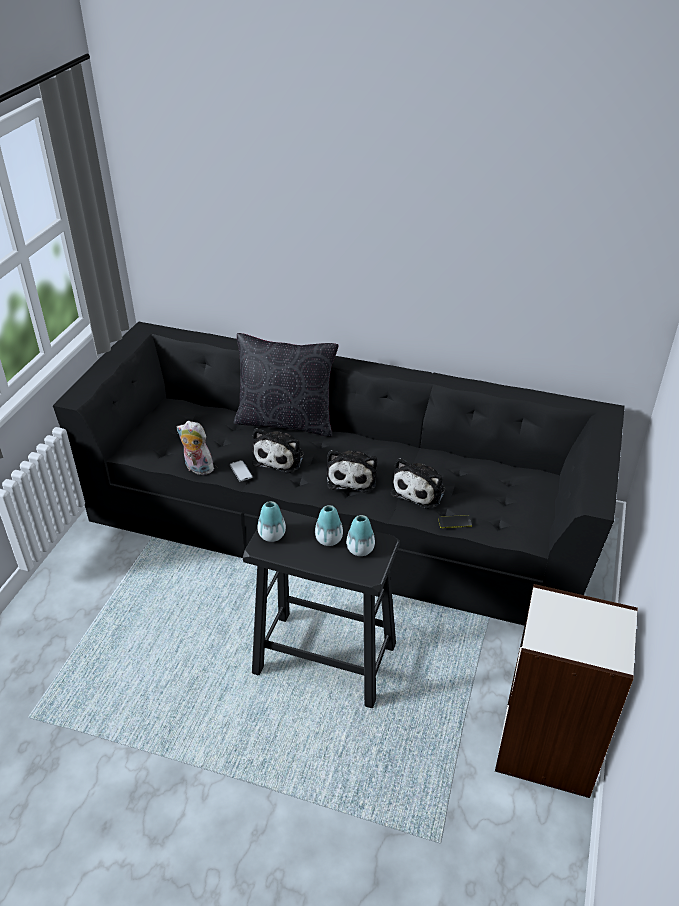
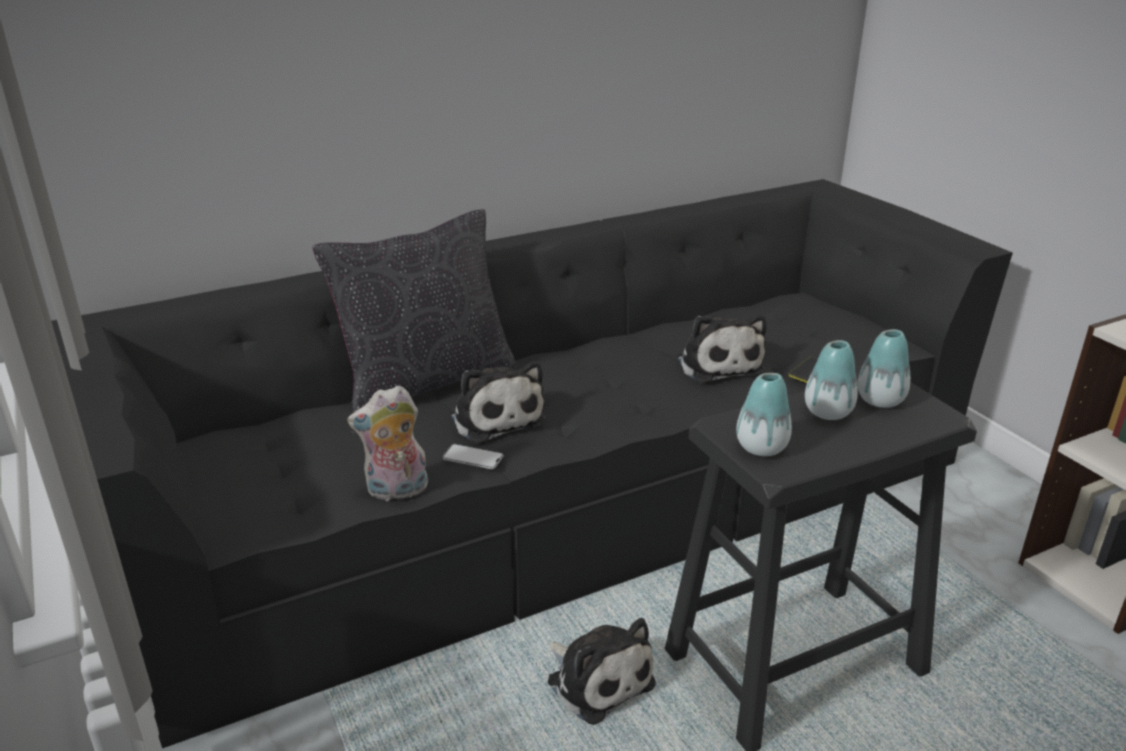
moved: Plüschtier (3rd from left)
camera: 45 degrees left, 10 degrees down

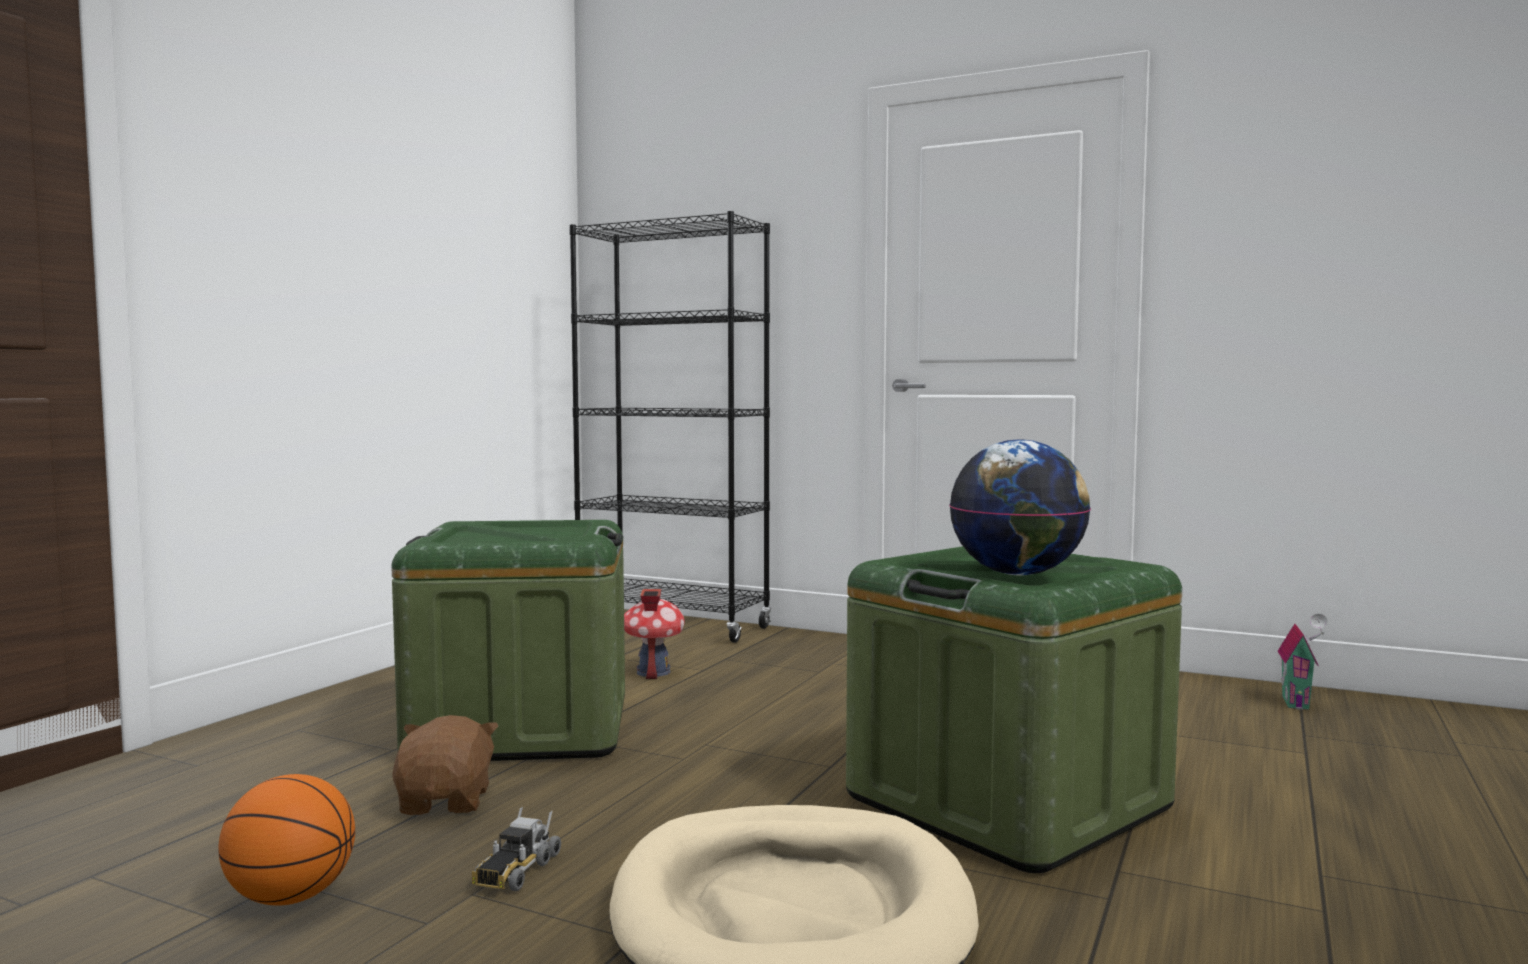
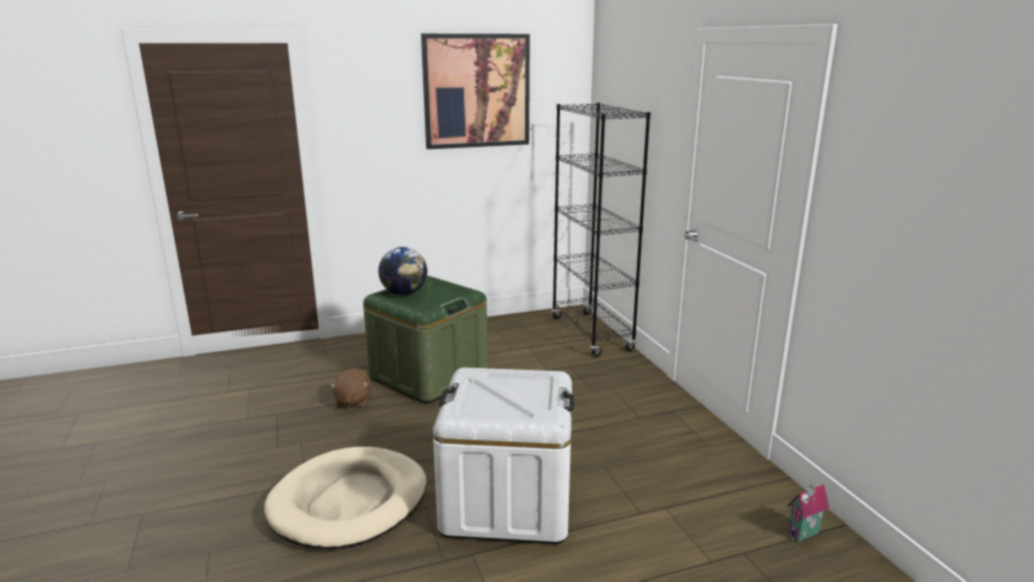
removed: Basketball; Spielzeuglaster; Spielzeughaus (1st from left)
added: Bild
moved: Globus
recoloured: Aufbewahrungsbox (grün) (2nd from left) to Aufbewahrungsbox (weiß)
turned: Plüschtier (braun) 135 degrees clockwise
camera: 45 degrees right, 15 degrees up

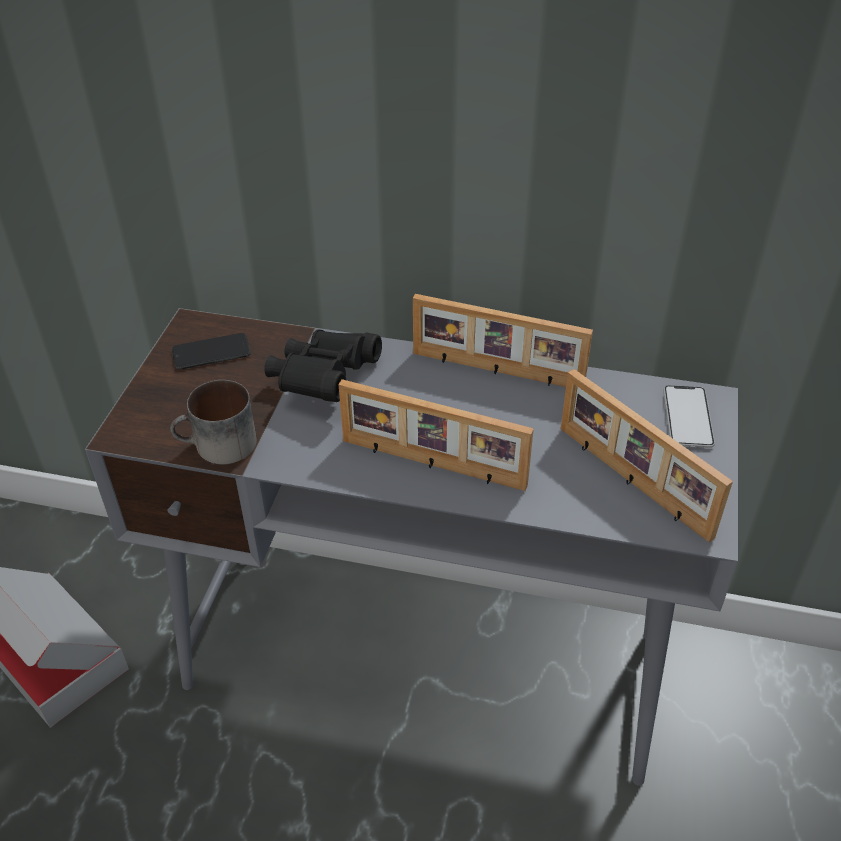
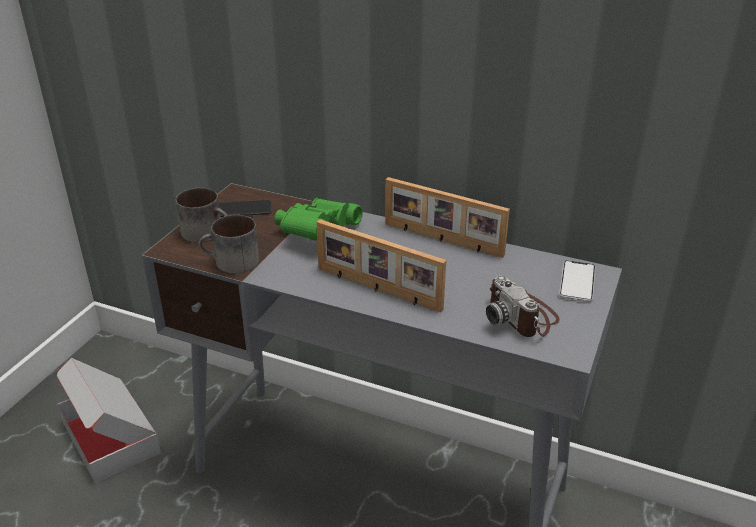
added: Henkelbecher (1st from left)
replaced: Bilderrahmen (3rd from left) to Kamera
recoloured: Fernglas (schwarz) to Fernglas (grün)
camera: 10 degrees right, 10 degrees down

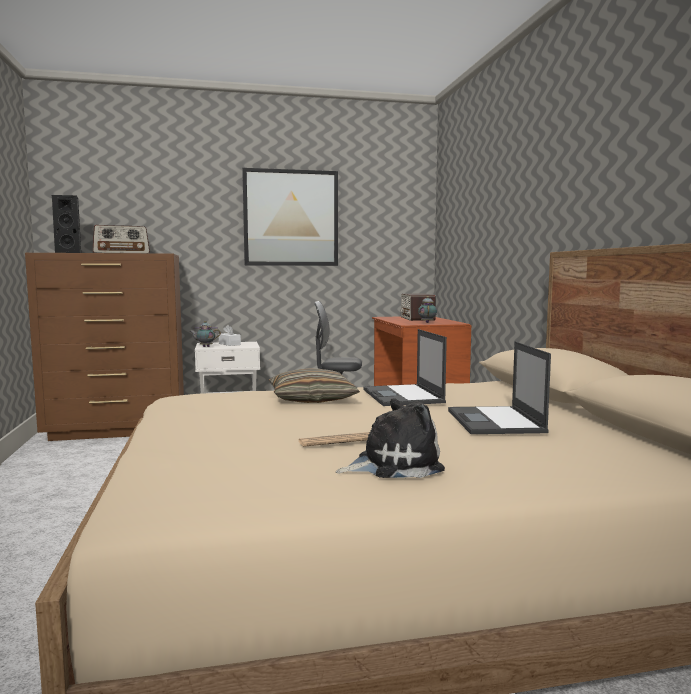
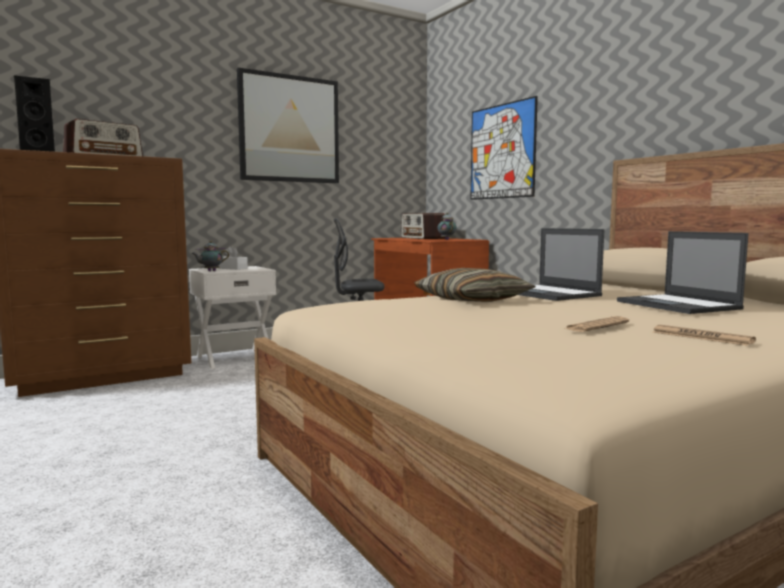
added: Bild (2nd from left)
replaced: Plüschtier to Zeitung (2nd from left)
camera: 20 degrees left, 0 degrees up

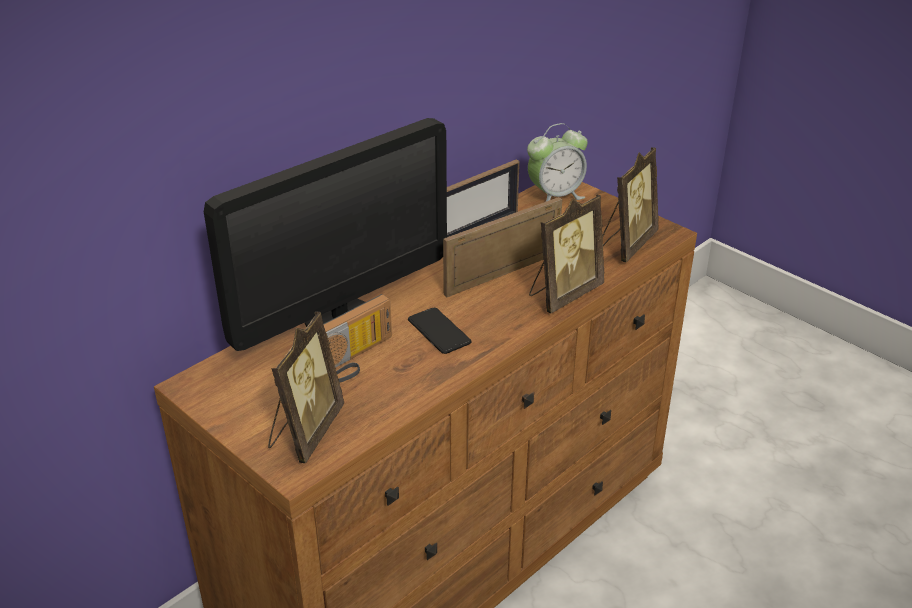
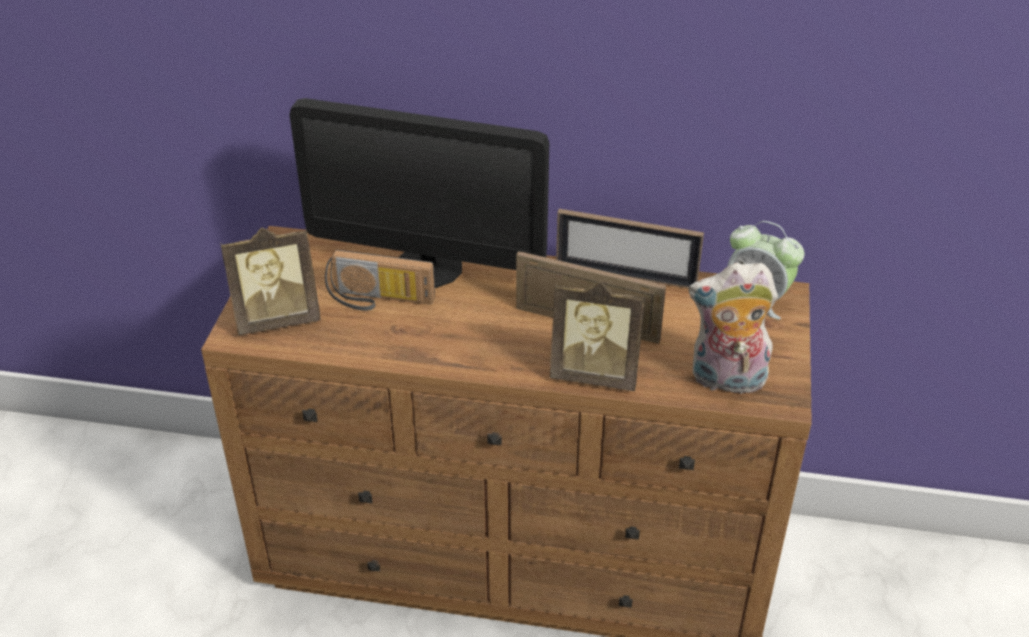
removed: Handy
replaced: Bilderrahmen (5th from left) to Plüschtier
camera: 55 degrees right, 5 degrees up

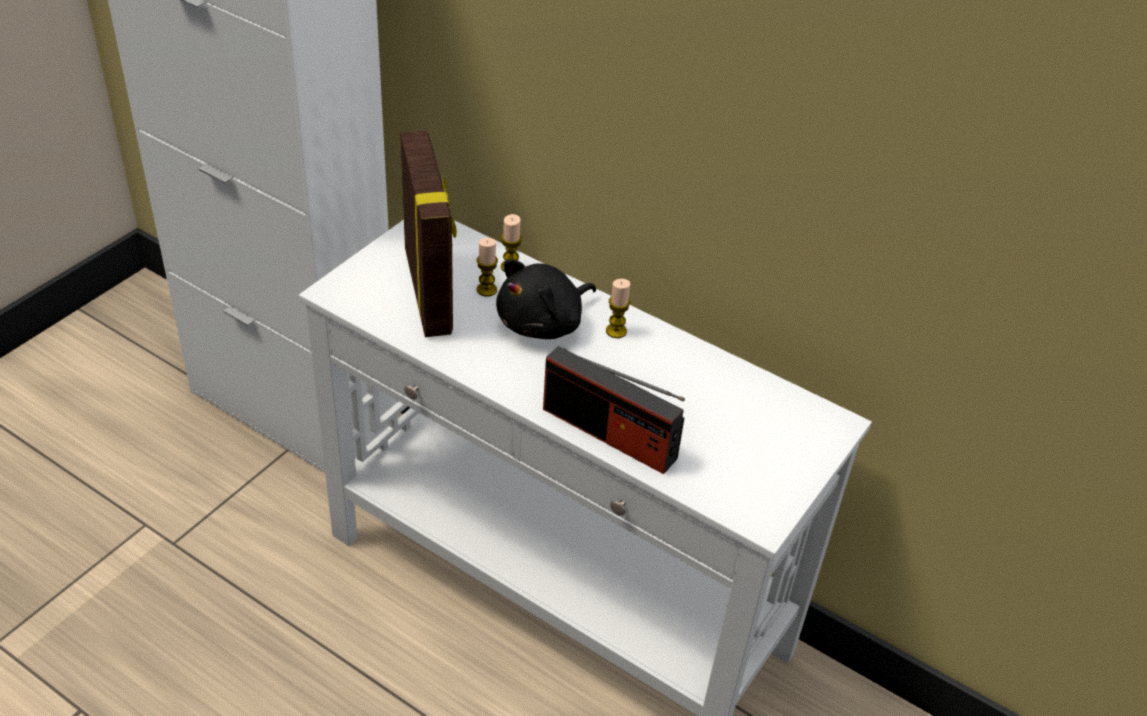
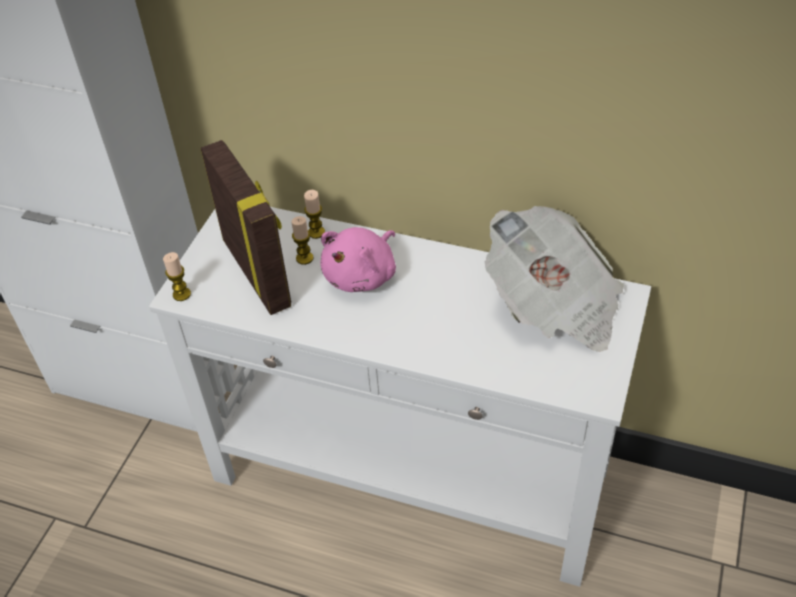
removed: Radio
added: Zeitung
moved: Kerze (3rd from left in the first image) to Kerze (1st from left)
recoloured: Plüschtier (schwarz) to Plüschtier (rosa)
camera: 10 degrees left, 5 degrees up

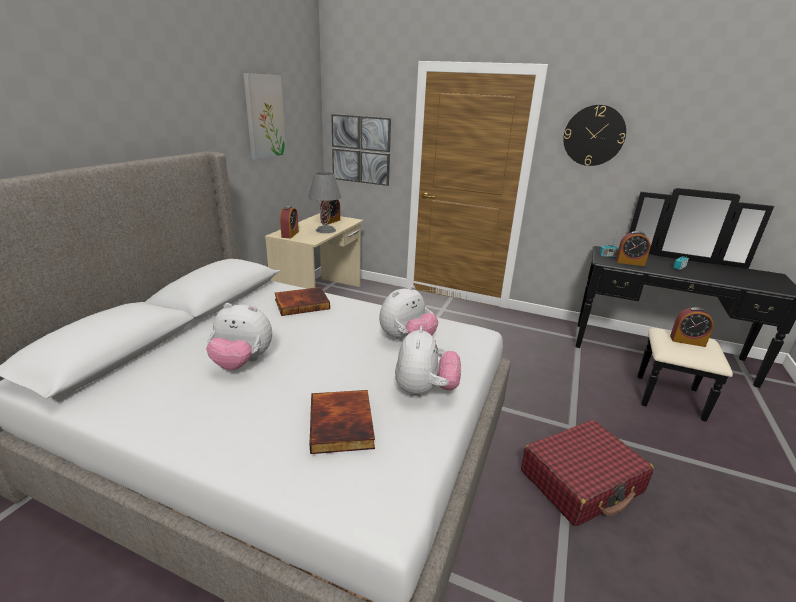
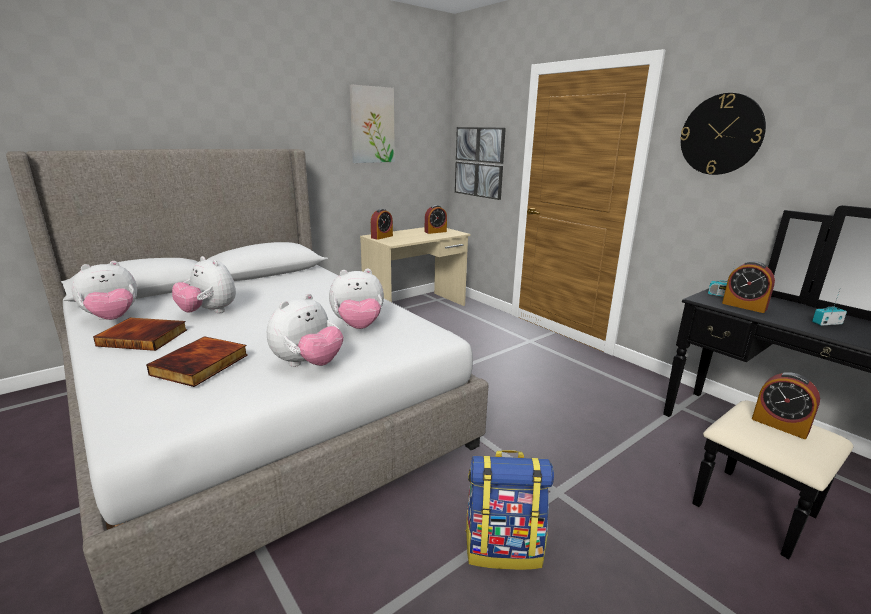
removed: Tischlampe (grau)
added: Plüschtier (1st from left)
moved: Buch (1st from left)
replaced: Koffer (rot) to Rucksack
camera: 30 degrees right, 5 degrees down

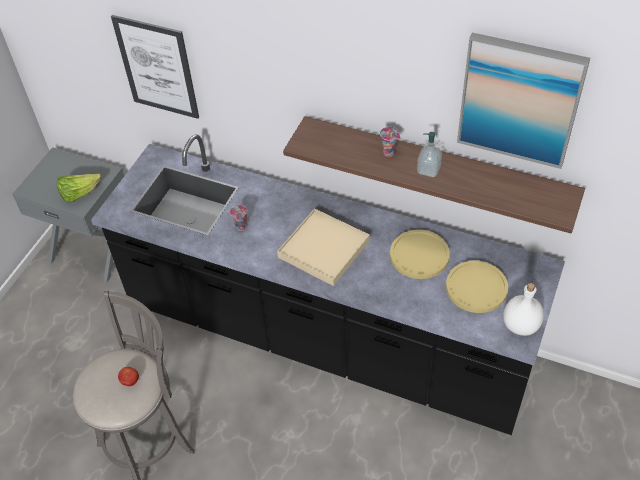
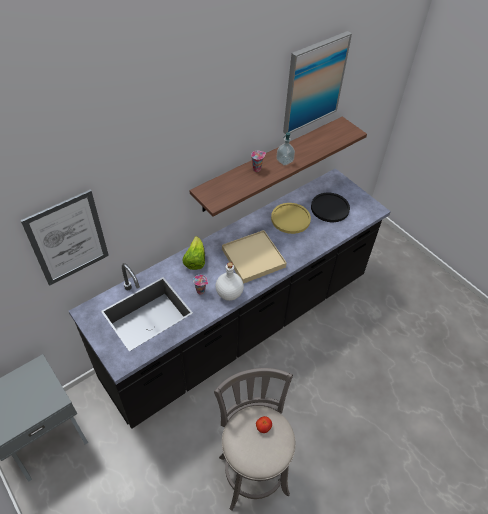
moved: Salatkopf; Flasche (weiß)
recoloured: Teller (gelb) (2nd from left) to Teller (schwarz)
camera: 65 degrees left, 0 degrees up

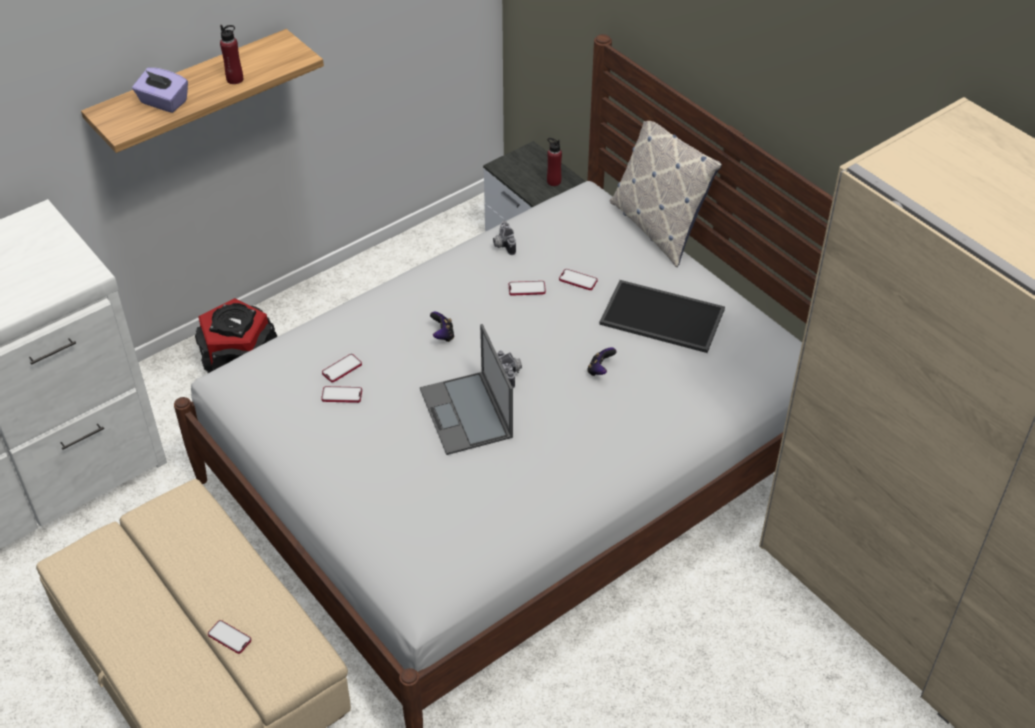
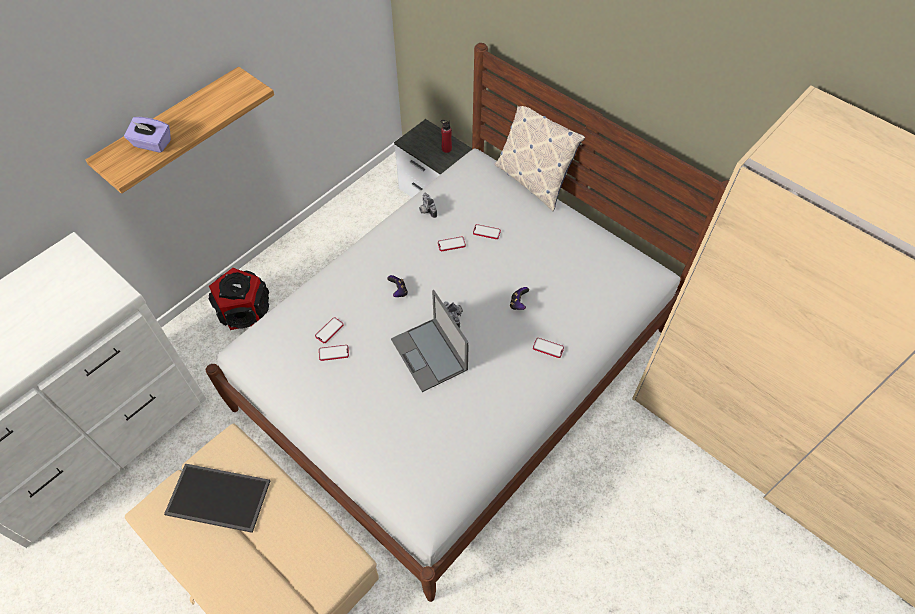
removed: Flasche (rot) (1st from left)
moved: Tablett; Handy (1st from left in the first image) to Handy (5th from left)
camera: 10 degrees left, 10 degrees up

